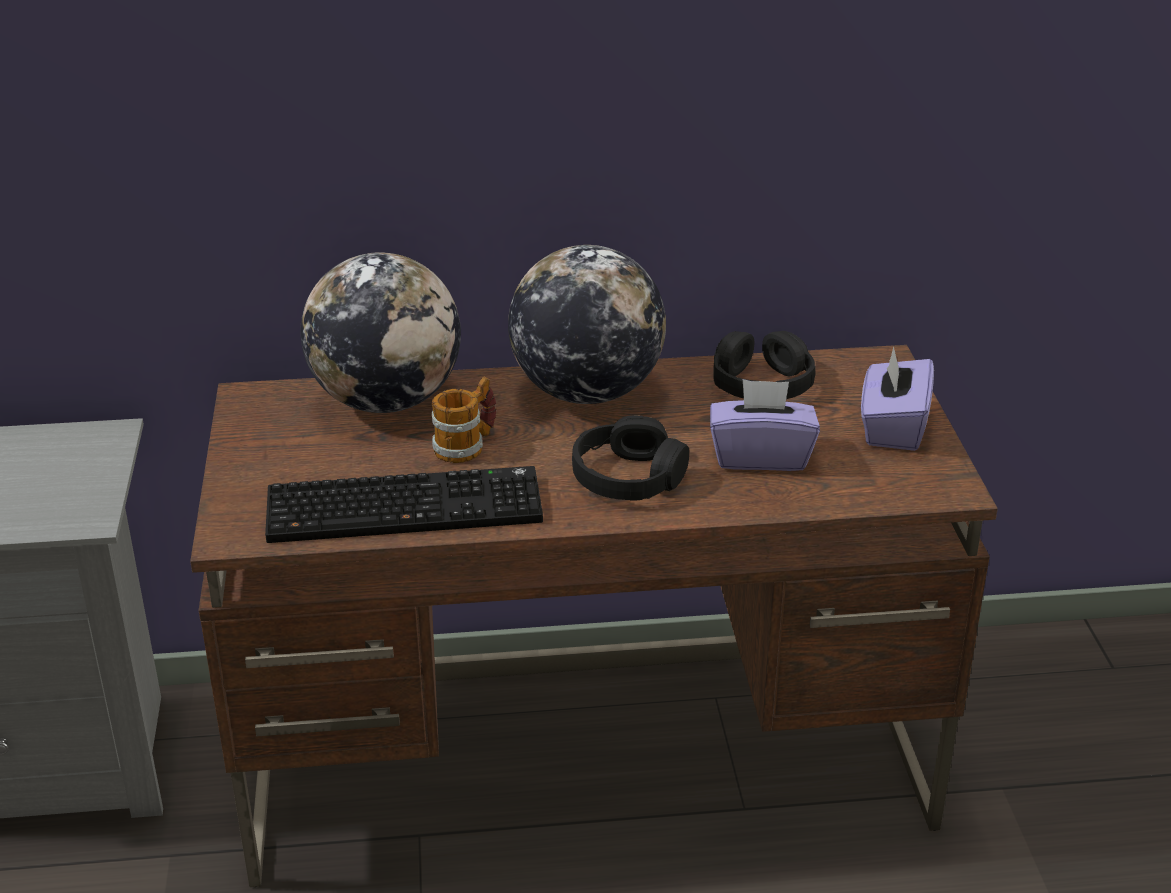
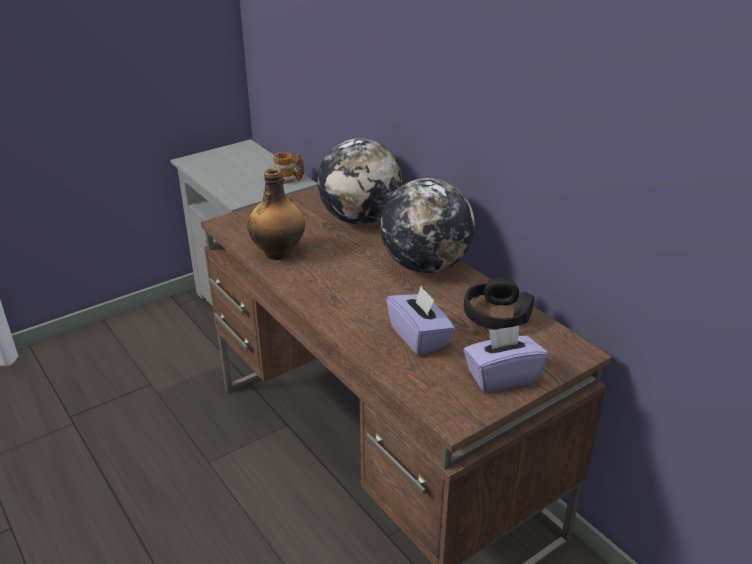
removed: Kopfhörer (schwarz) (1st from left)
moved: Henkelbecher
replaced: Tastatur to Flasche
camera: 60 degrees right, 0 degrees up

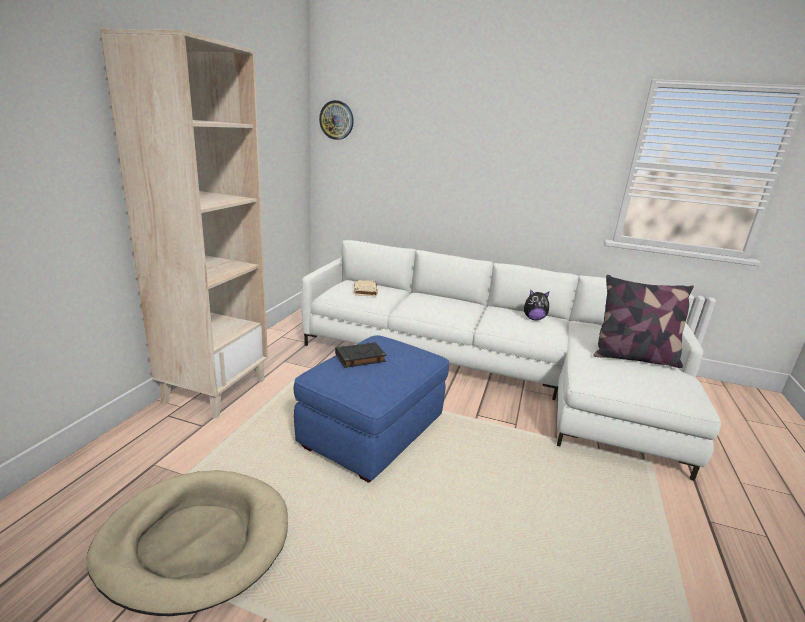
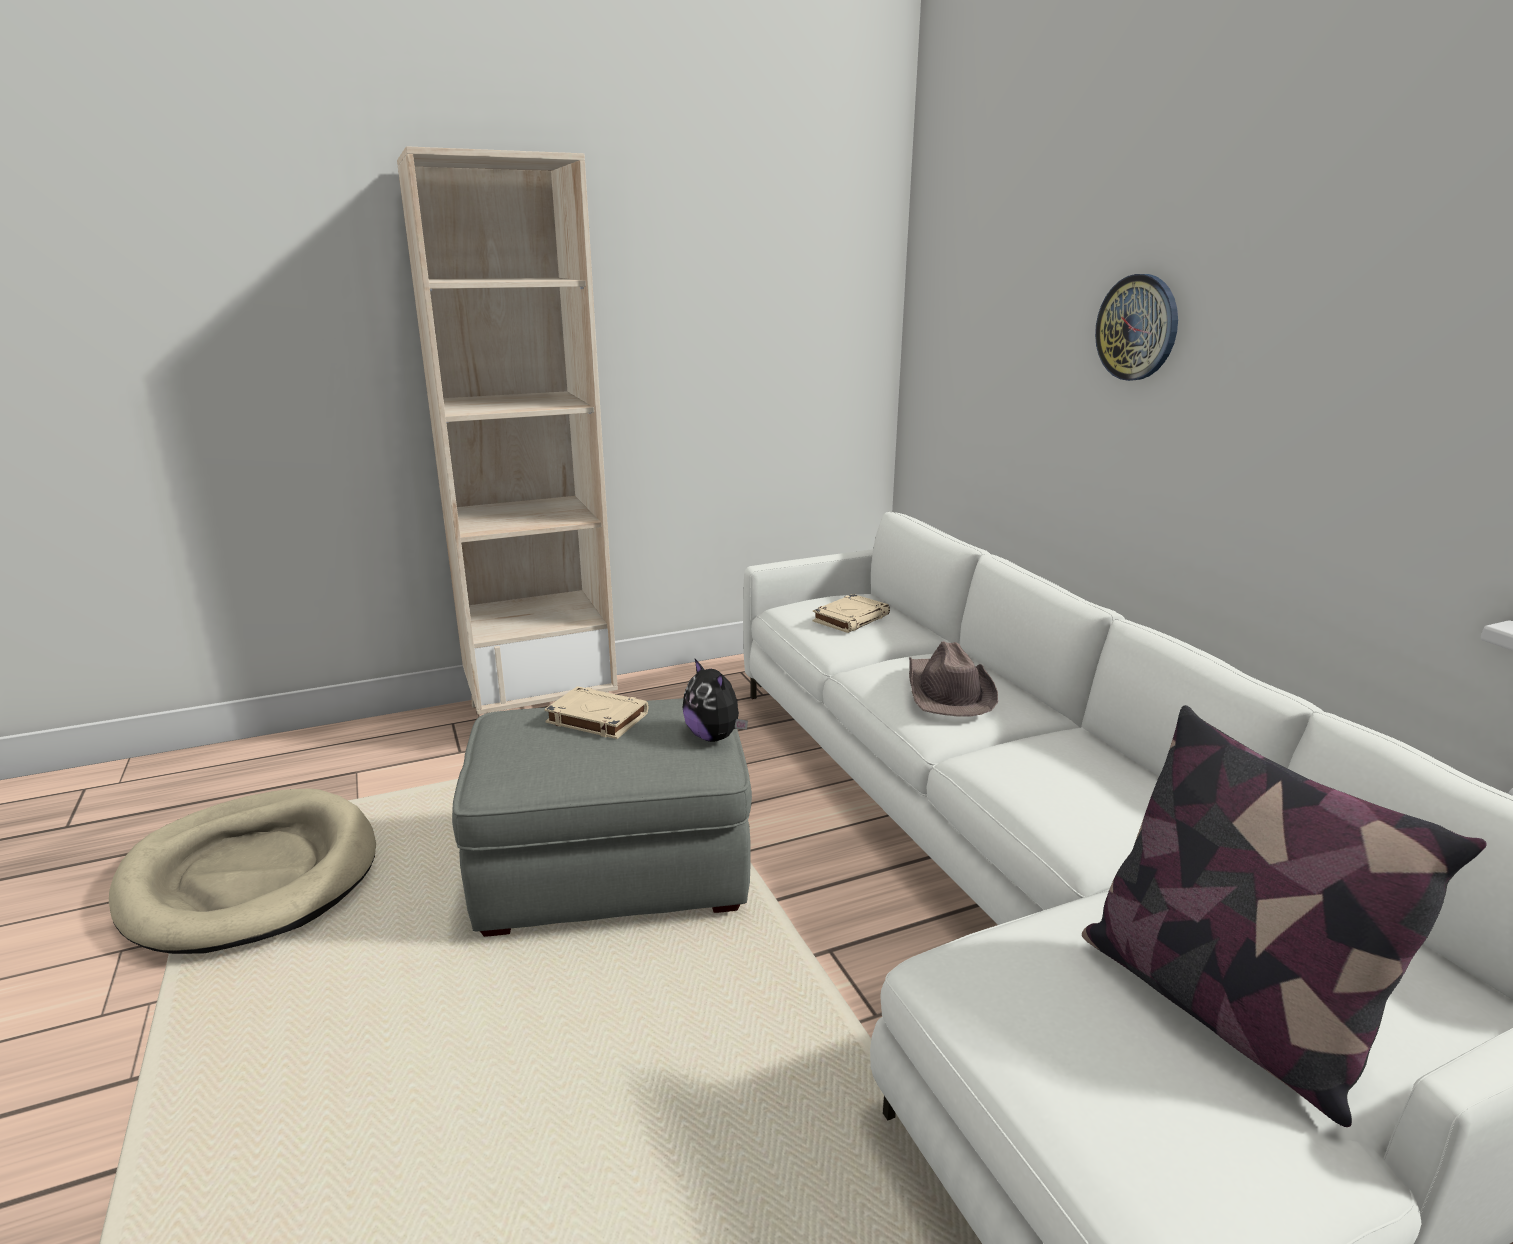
added: Hut (braun)
moved: Plüschtier; Wanduhr
recoloured: Polsterhocker (blau) to Polsterhocker (grau); Buch (schwarz) to Buch (beige) (1st from left)
camera: 50 degrees right, 0 degrees up

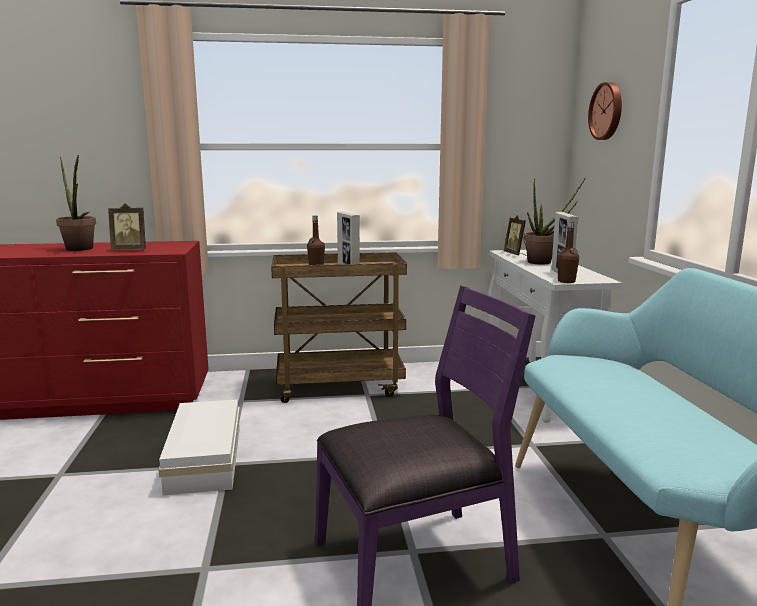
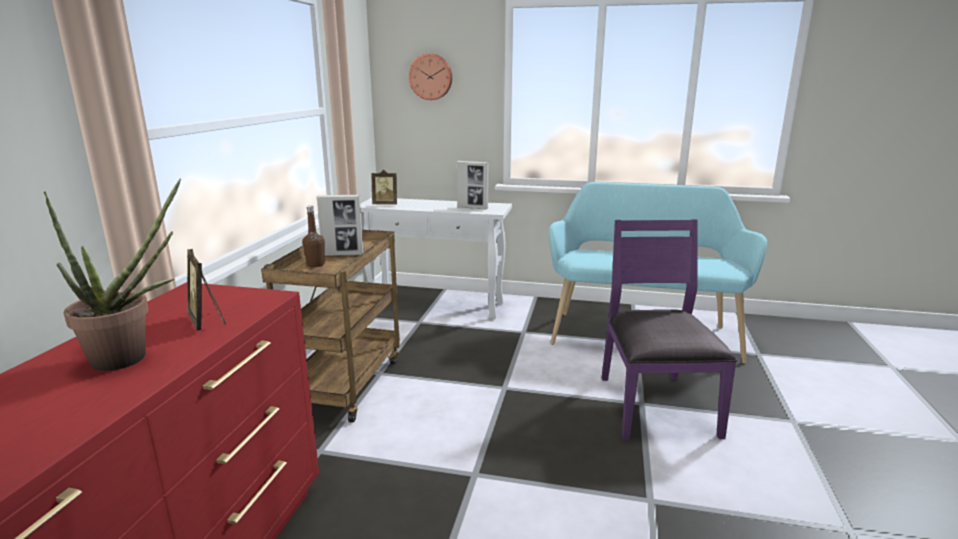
removed: Aufbewahrungsbox (weiß); Topfpflanze (2nd from left); Flasche (braun) (2nd from left)
turned: Bilderrahmen (1st from left) 135 degrees clockwise
camera: 70 degrees left, 5 degrees up

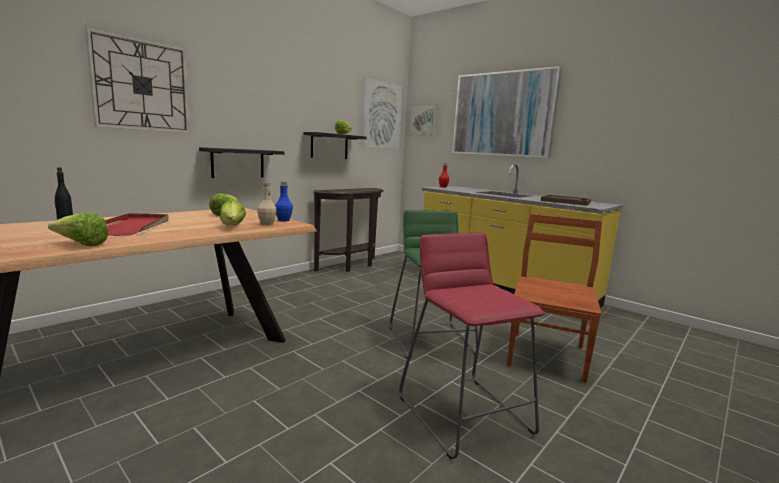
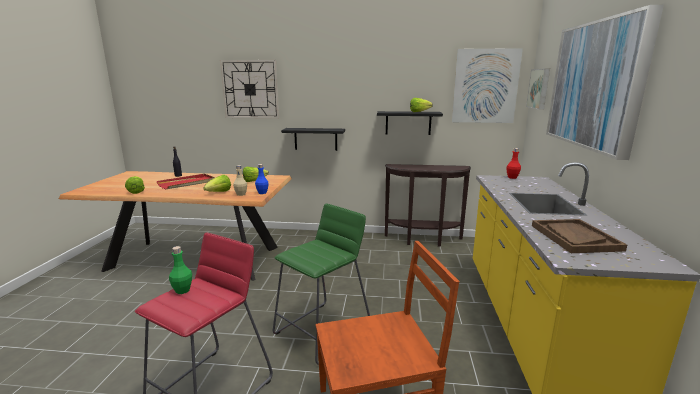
added: Flasche (grün)
camera: 55 degrees right, 5 degrees up

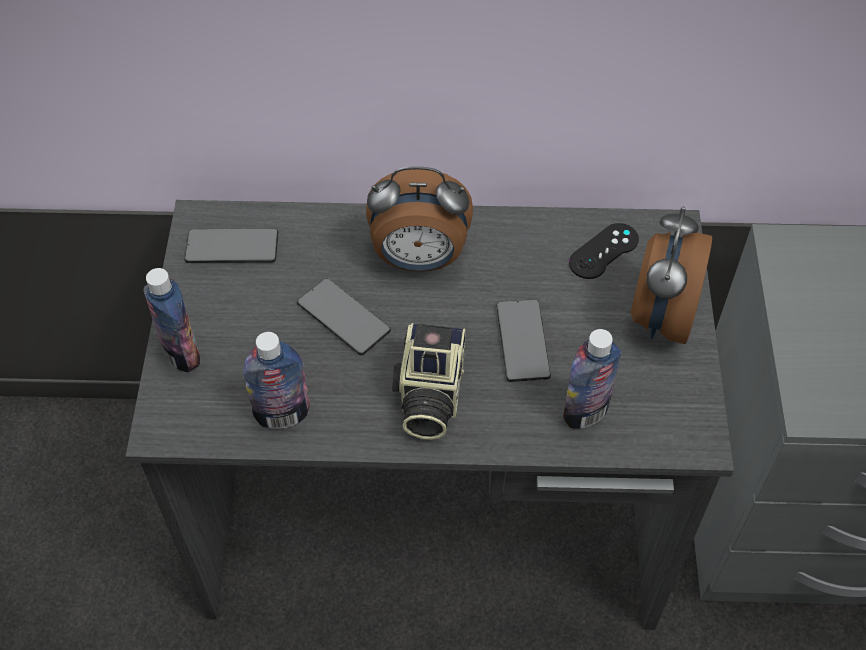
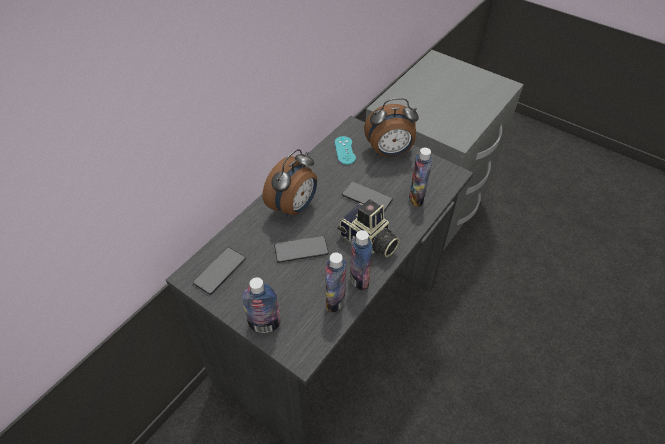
added: Flasche (3rd from left)
recoloured: Gamepad (schwarz) to Gamepad (türkis)
turned: Wecker (2nd from left) 60 degrees counterclockwise
camera: 55 degrees left, 5 degrees down

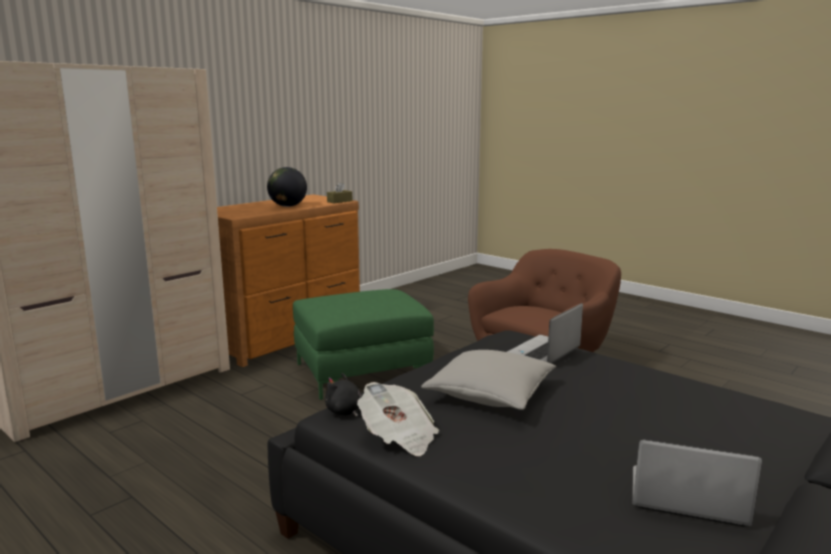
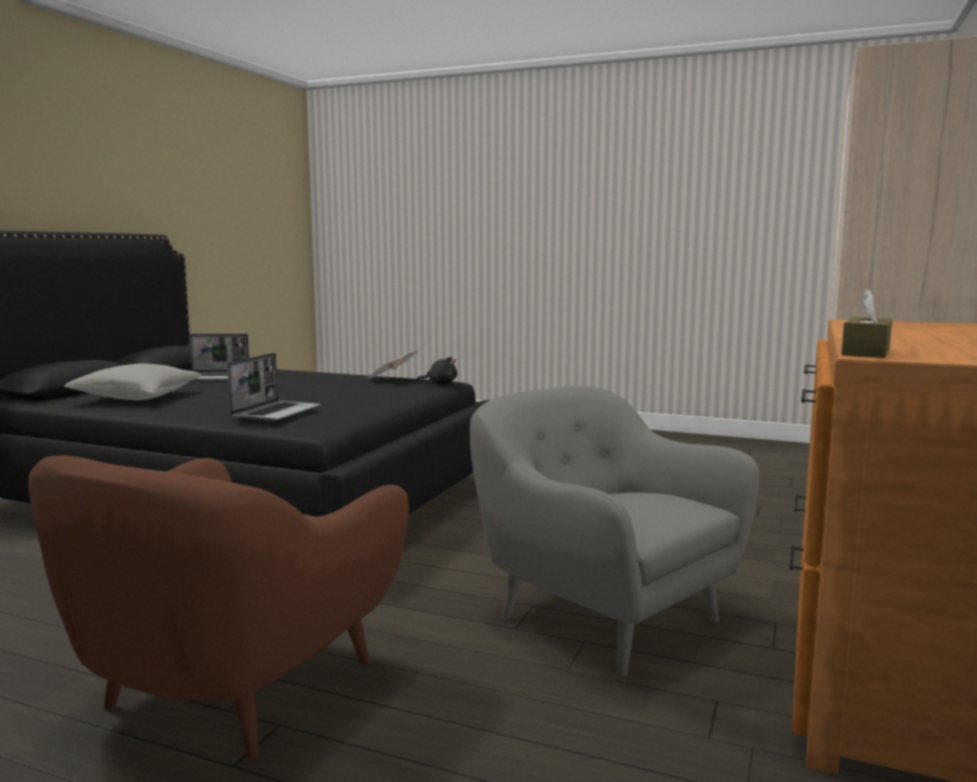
removed: Globus
moved: Kissen (grau)
replaced: Polsterhocker (grün) to Sessel (grau)
camera: 160 degrees right, 5 degrees down

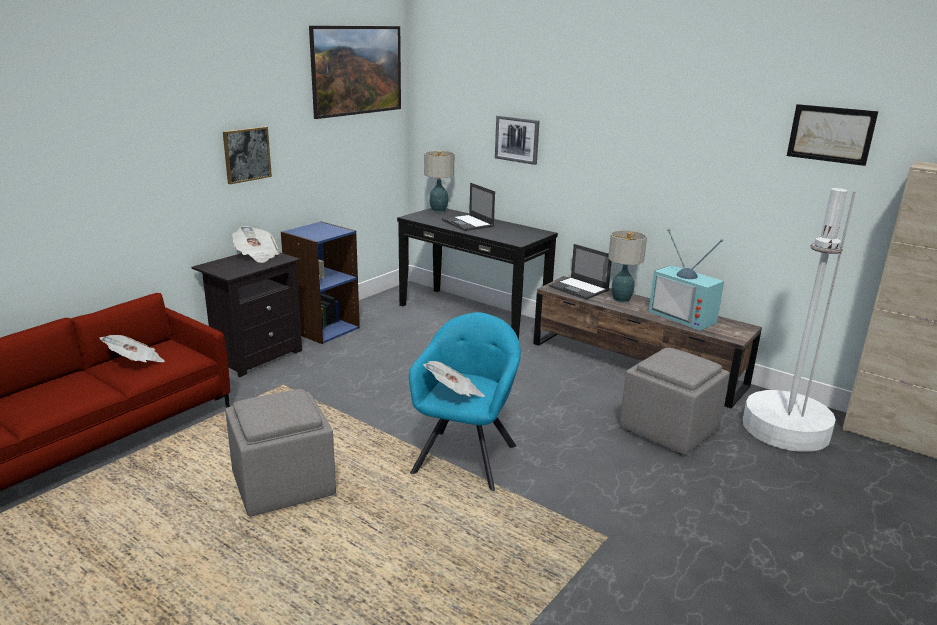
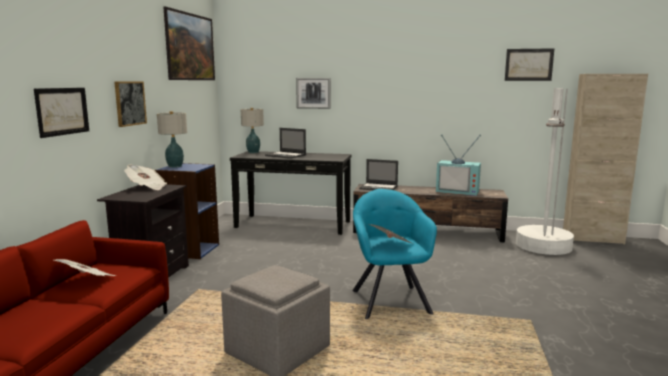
removed: Polsterhocker (grau) (2nd from left)
added: Bild (1st from left)
moved: Tischlampe (2nd from left in the first image) to Tischlampe (1st from left)
camera: 25 degrees left, 10 degrees down

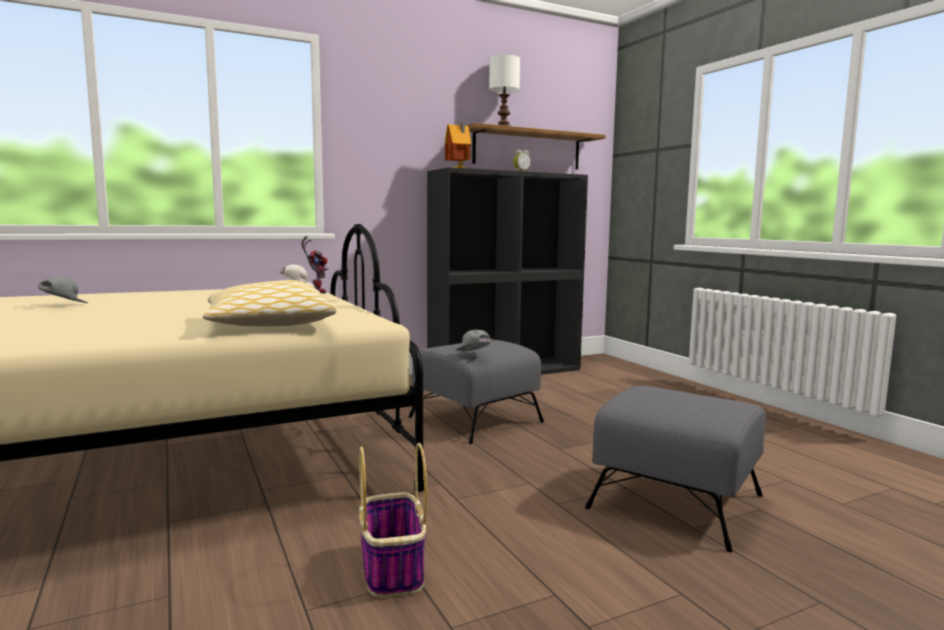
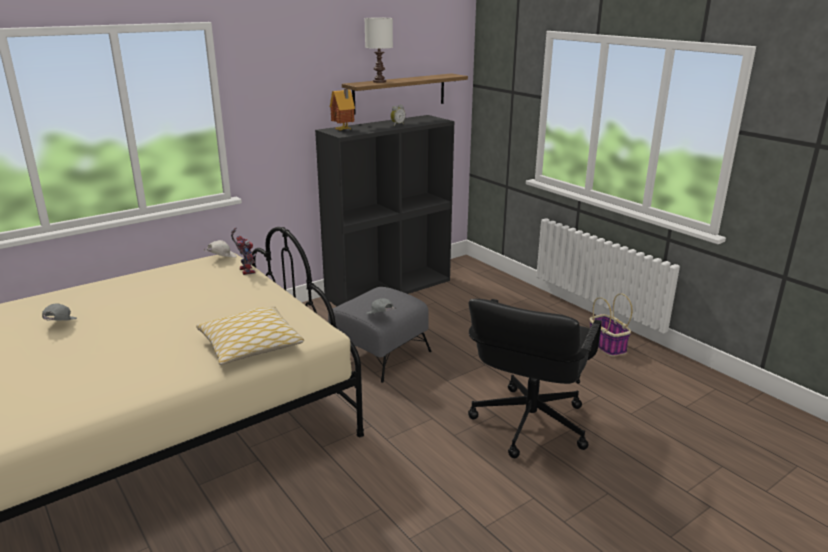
moved: Korb
replaced: Polsterhocker (grau) (2nd from left) to Bürostuhl (schwarz)
camera: 10 degrees left, 15 degrees up

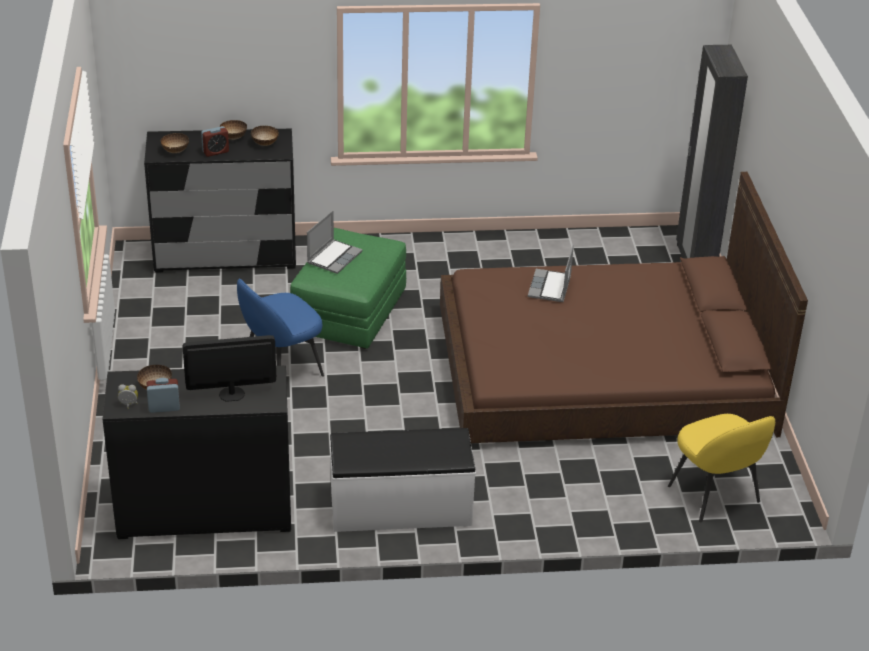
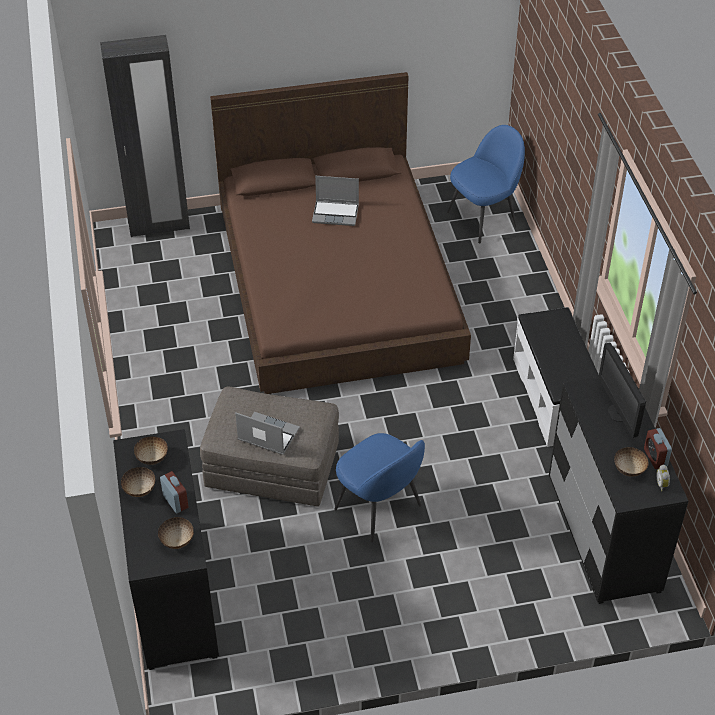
moved: Laptop (2nd from left)
recoloured: Polsterhocker (grün) to Polsterhocker (grau); Stuhl (gelb) to Stuhl (blau) (2nd from left)
camera: 95 degrees left, 10 degrees up

